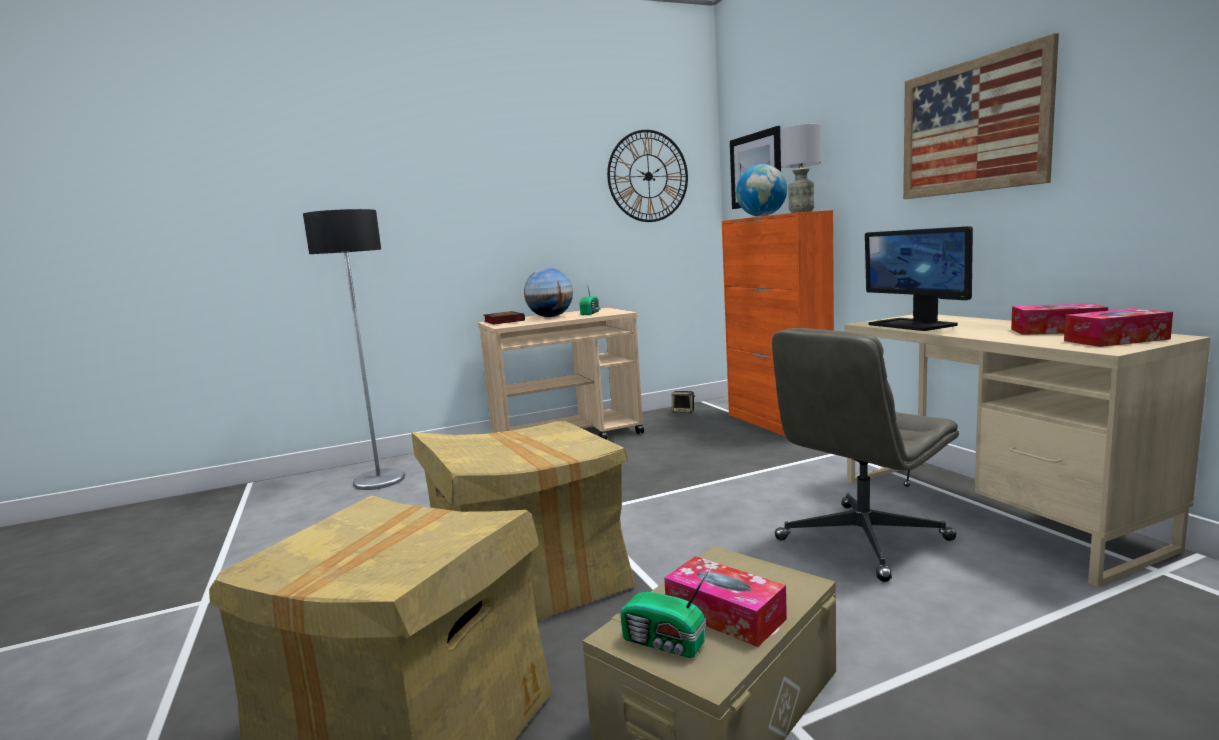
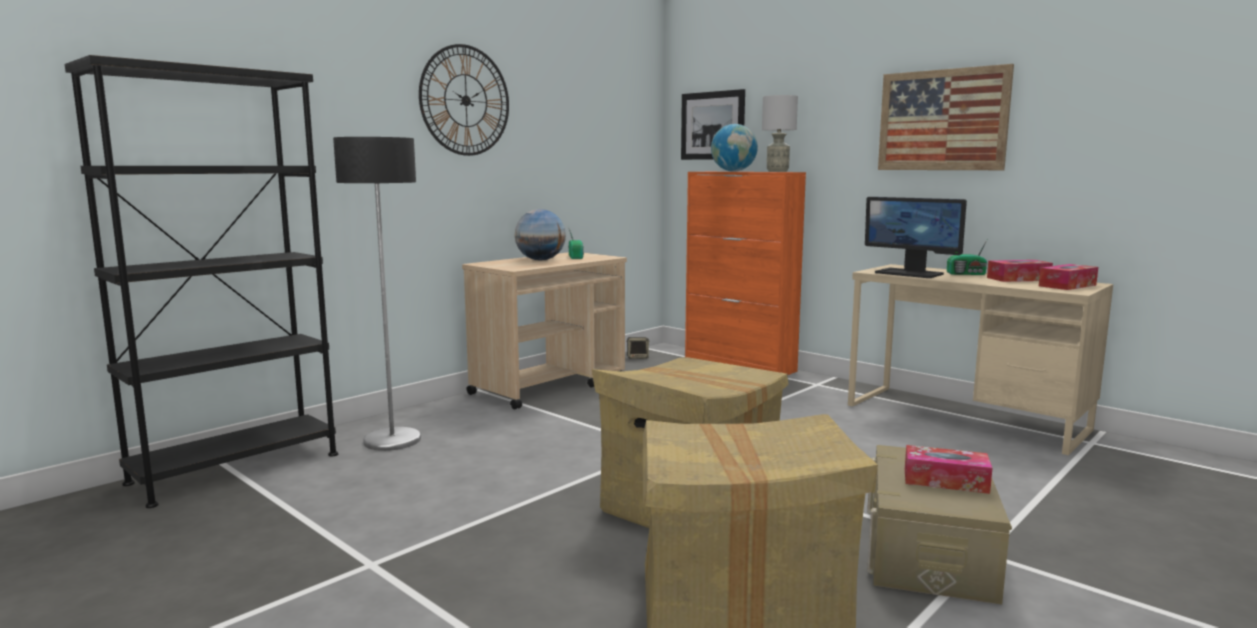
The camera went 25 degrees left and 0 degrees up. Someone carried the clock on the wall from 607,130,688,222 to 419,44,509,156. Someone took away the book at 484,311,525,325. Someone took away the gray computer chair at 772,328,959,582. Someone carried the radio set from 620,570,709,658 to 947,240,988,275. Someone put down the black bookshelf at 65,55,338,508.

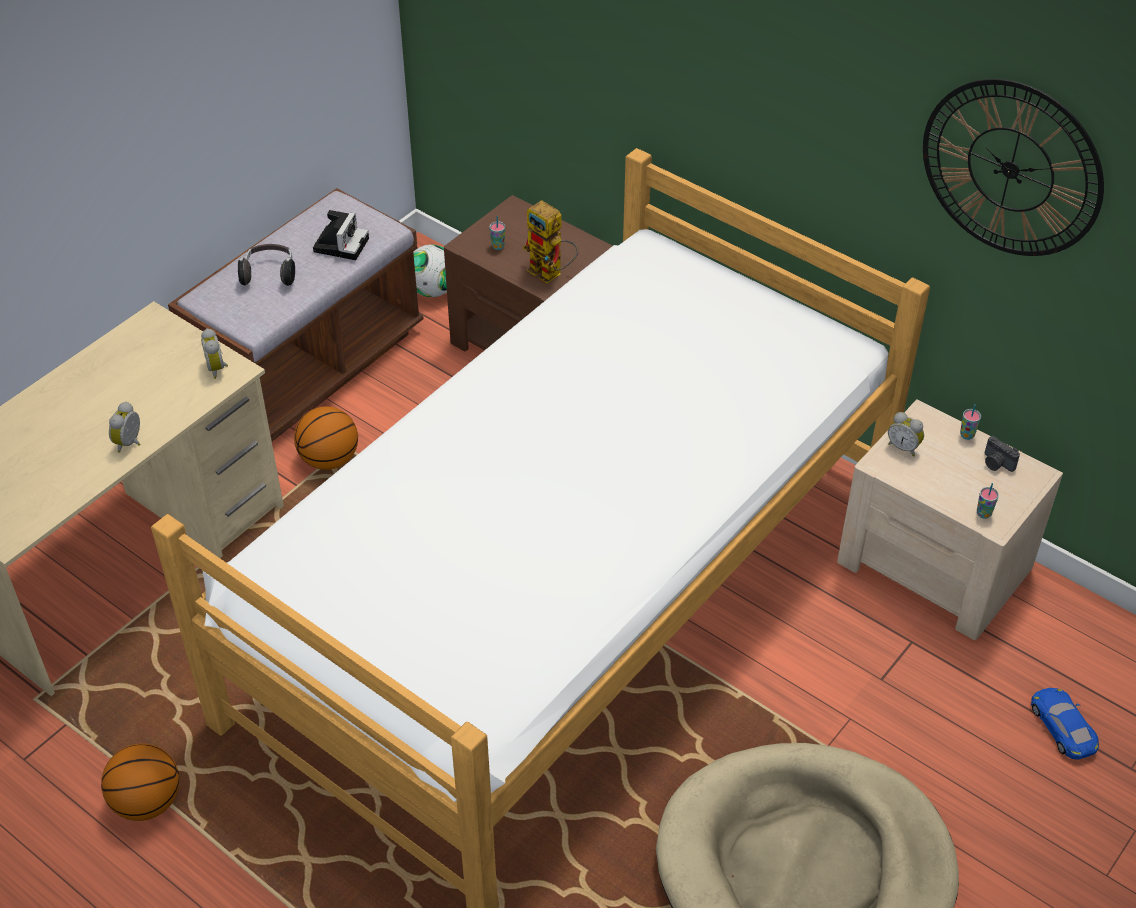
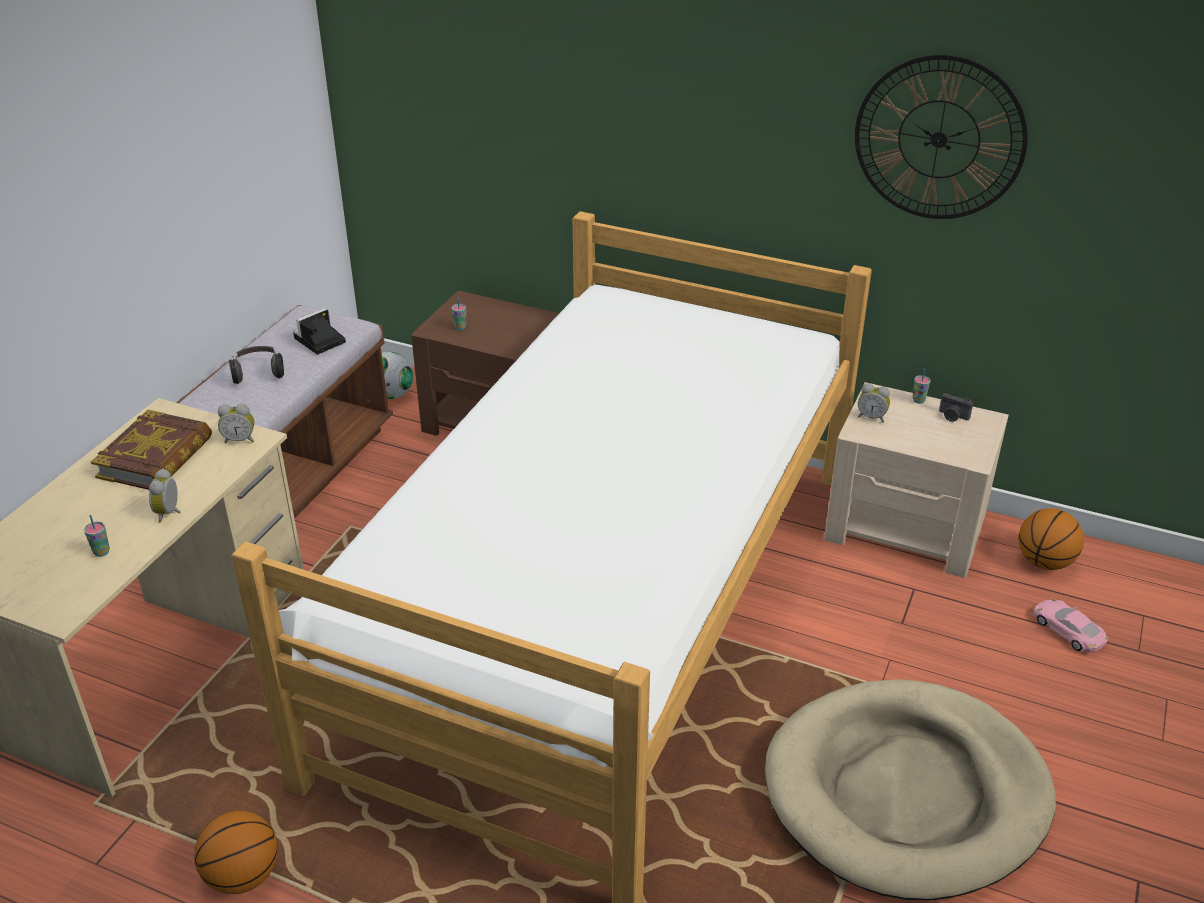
The camera went 15 degrees left and 10 degrees down. Someone took away the model robot at 523,200,579,283. Someone rotated the still camera at 313,210,369,260 by 135 degrees counterclockwise. Someone rotated the table clock at 201,328,228,379 by 60 degrees counterclockwise. Someone carried the basketball from 294,406,358,470 to 1019,508,1084,570. Someone carried the drinking cup from 977,483,999,519 to 84,515,110,557. Someone repainted the bluish miniature car at 1031,688,1099,760, which became the pink-coloured miniature car at 1034,599,1108,653. Someone put down the book at 91,409,212,490.

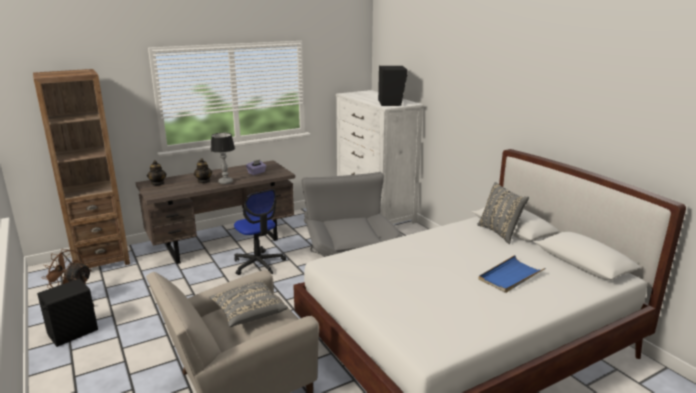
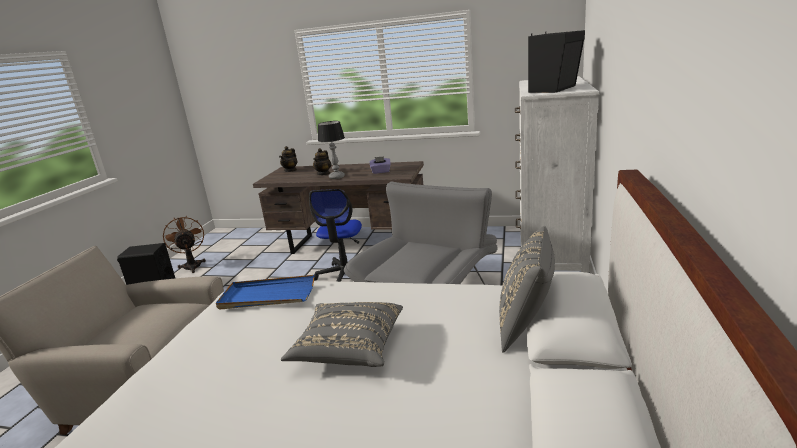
The camera went 45 degrees right and 0 degrees up. Someone took away the brownish bookshelf at 33,69,130,268. Someone carried the bluish serving tray from 479,255,545,293 to 216,275,314,310. Someone carried the gray pillow from 209,281,288,327 to 281,302,403,367.

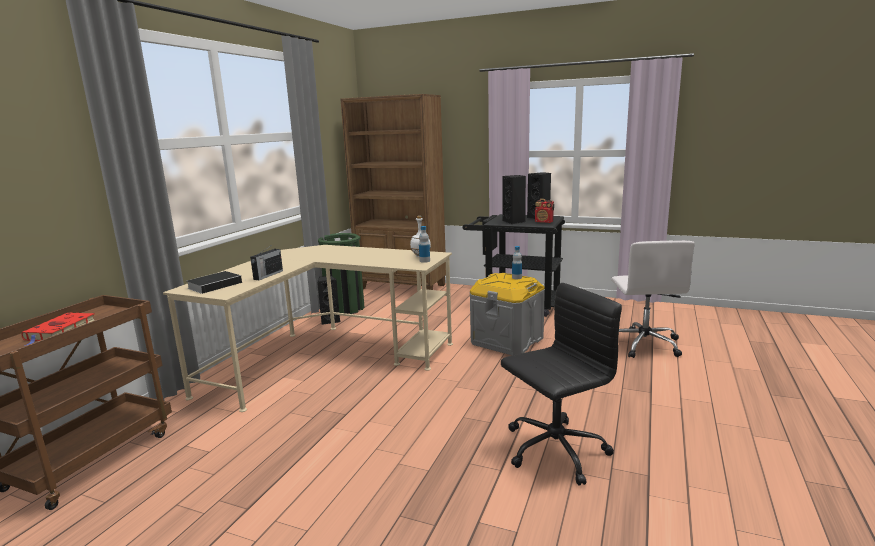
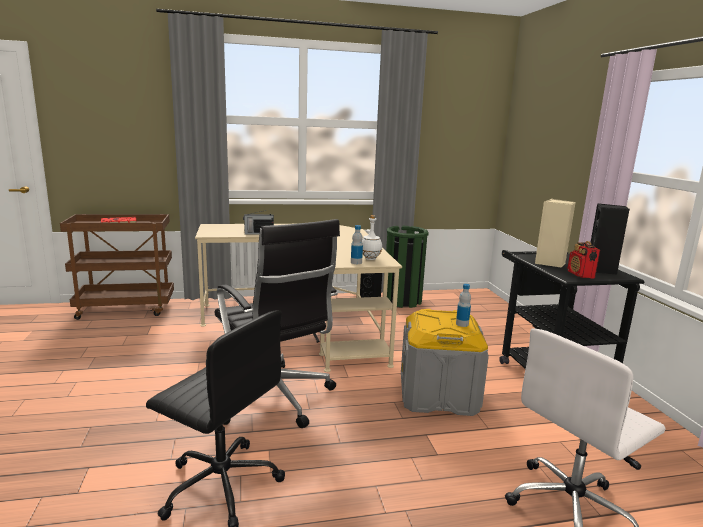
The camera went 55 degrees right and 0 degrees up. Someone took away the brownish bookshelf at 341,94,446,290. Someone repainted the black audio speaker at 502,175,526,224, which became the sand-coloured audio speaker at 535,199,576,267. Someone took away the book at 187,271,242,294. Someone put down the black computer chair at 215,219,340,428.

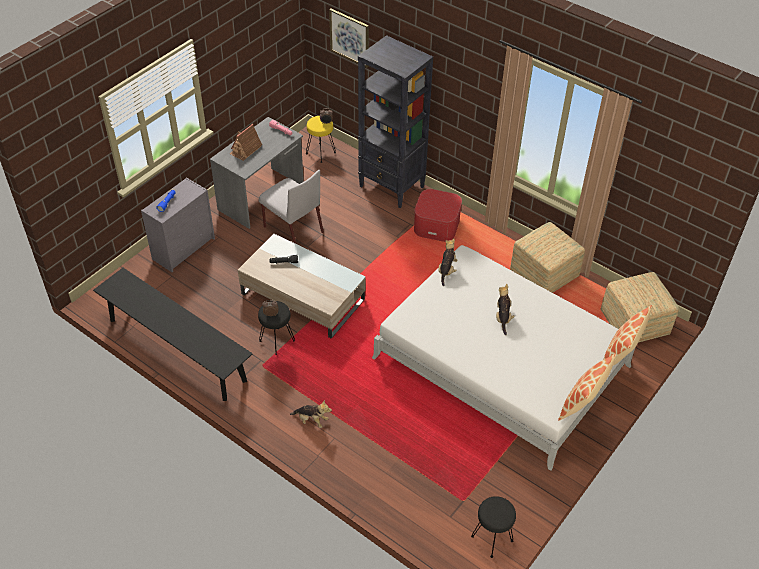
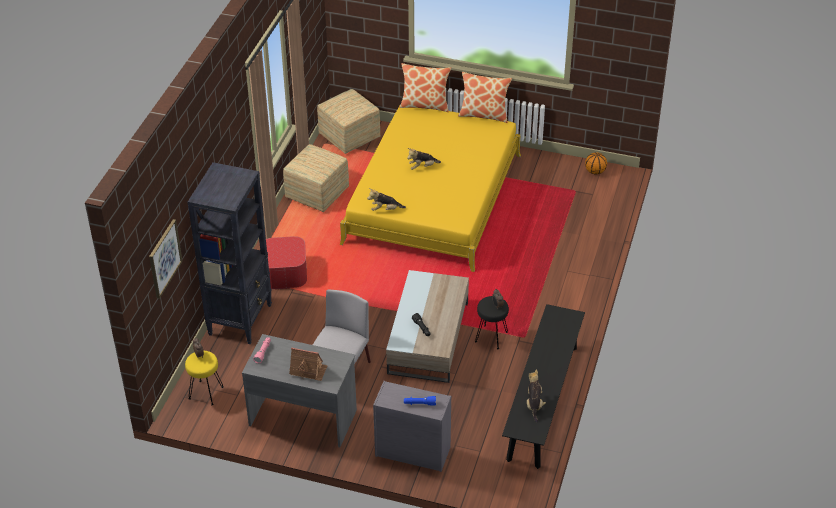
The camera went 110 degrees left and 5 degrees down. Someone repainted the whitish sleeping bed at 372,245,635,471, which became the yellow-coloured sleeping bed at 340,108,521,272. Someone carried the cuddly toy from 290,400,332,428 to 527,369,546,423. Someone swapped the black sitting stool at 471,496,516,558 for the basketball at 585,152,607,174.

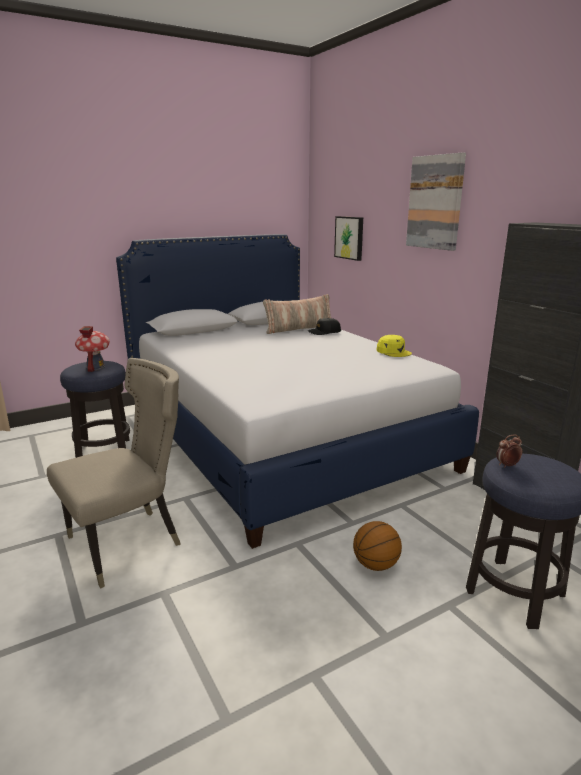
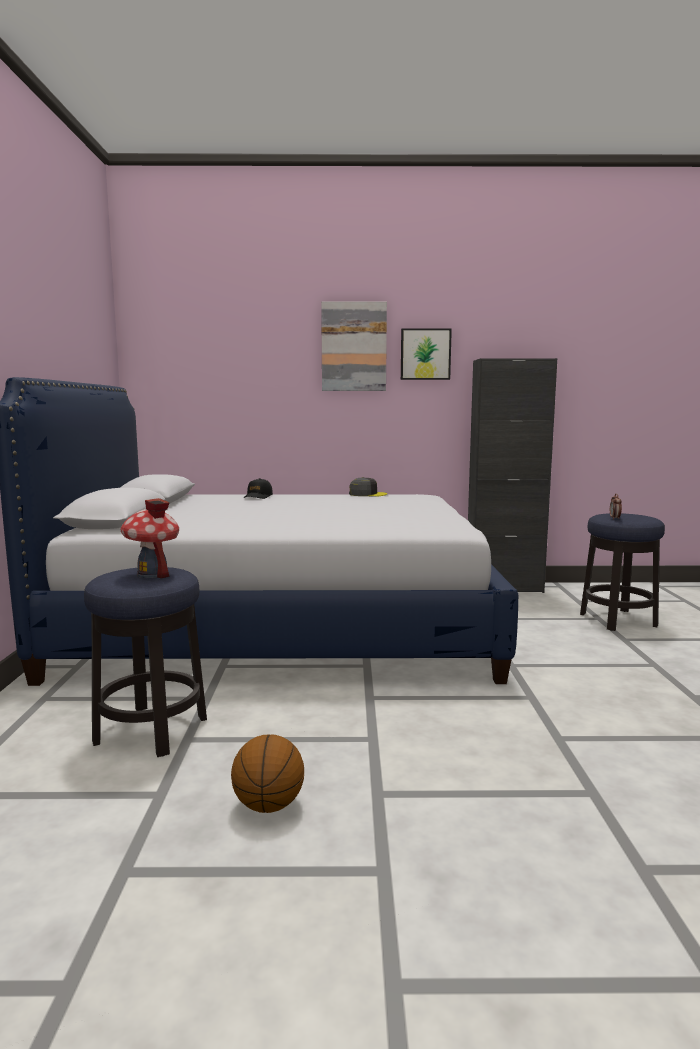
The camera went 60 degrees left and 10 degrees down. Someone carried the wall art from 334,216,363,261 to 401,328,452,380. Someone took away the pillow at 263,294,331,334. Someone repainted the yellow-coloured peaked cap at 377,335,412,357, which became the gray peaked cap at 349,477,388,496. Someone took away the sand-coloured plain chair at 47,358,181,589. Someone carried the basketball from 353,521,402,571 to 231,734,304,813.

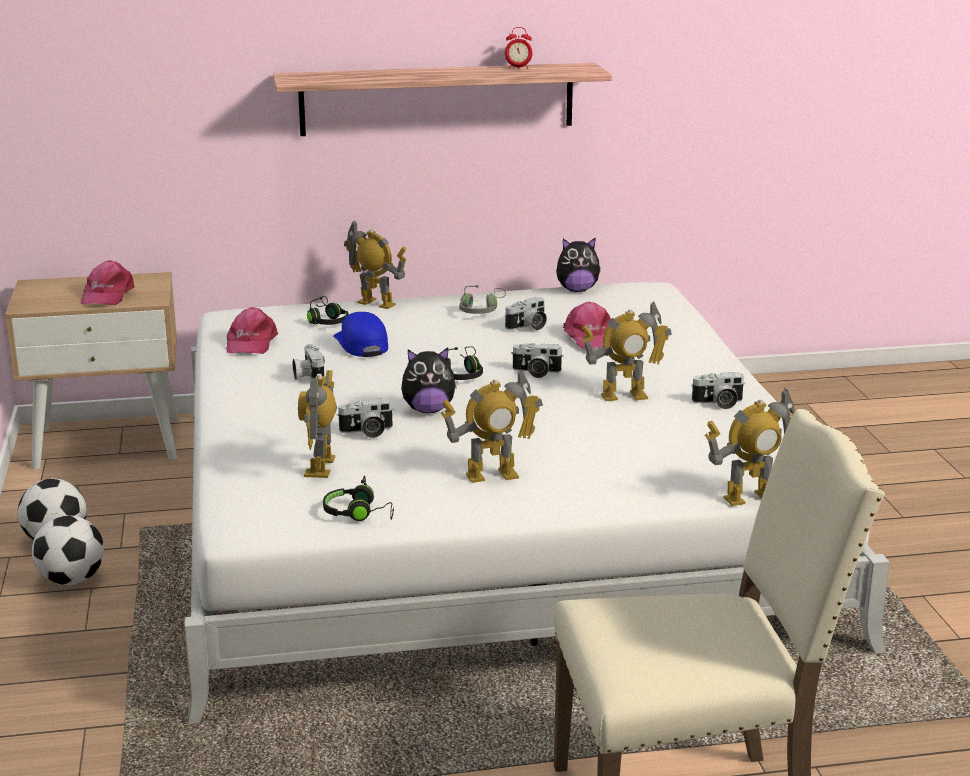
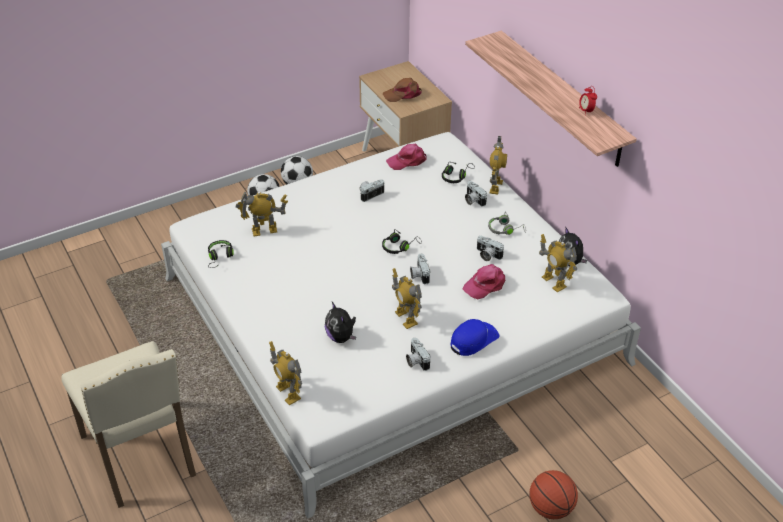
The camera went 70 degrees right and 20 degrees up. Someone repainted the pink-coloured peaked cap at 81,260,135,305, which became the brownish peaked cap at 383,78,421,102. Someone carried the bluish peaked cap from 333,312,388,357 to 451,319,499,356. Someone carried the cuddly toy from 401,348,458,413 to 325,302,356,343. Someone carried the model robot from 441,369,543,483 to 539,234,577,292. Someone carried the still camera from 337,398,394,438 to 465,181,487,207. Someone put down the basketball at 529,470,578,519.

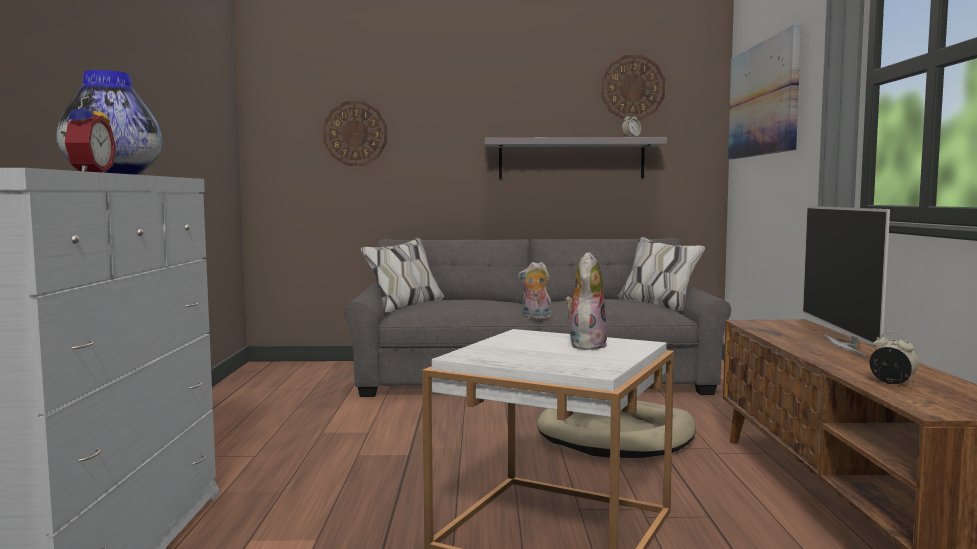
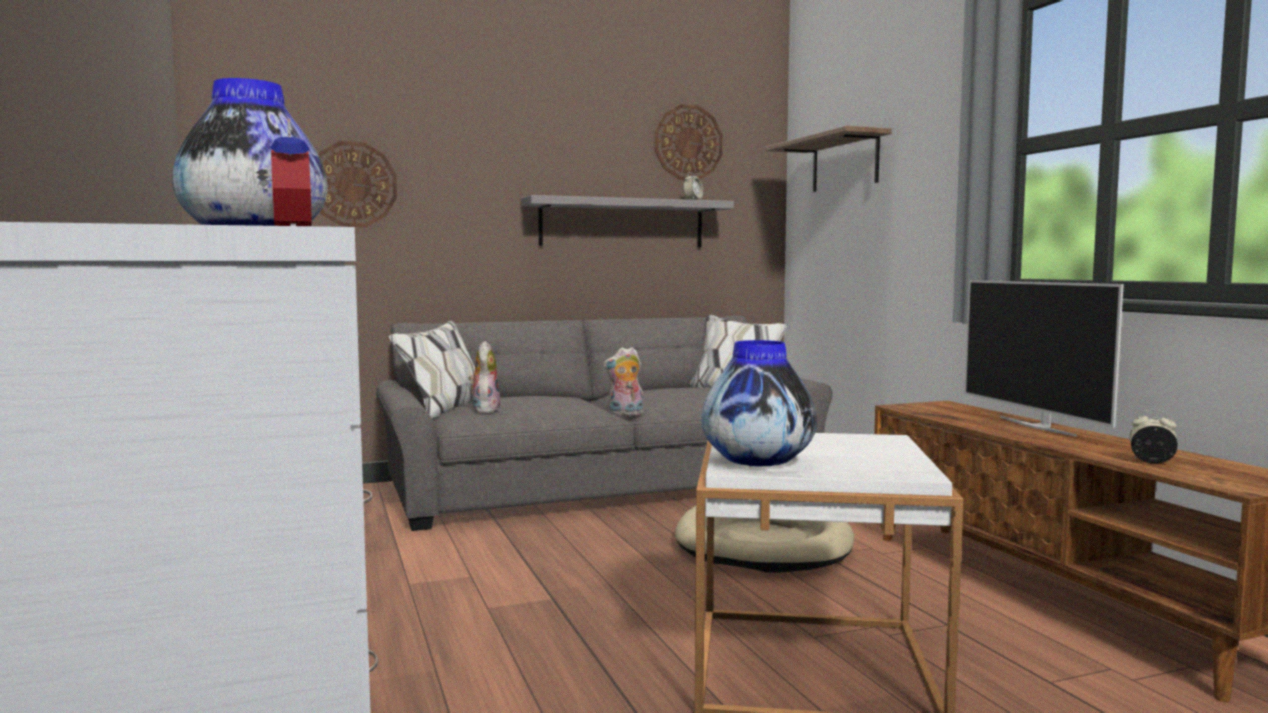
The camera went 20 degrees left and 0 degrees up. Someone swapped the wall art at 728,24,801,159 for the bracket shelf at 766,126,892,192. Someone carried the cuddly toy from 565,252,607,350 to 468,341,500,413. Someone put down the decorative vase at 701,340,817,467.

